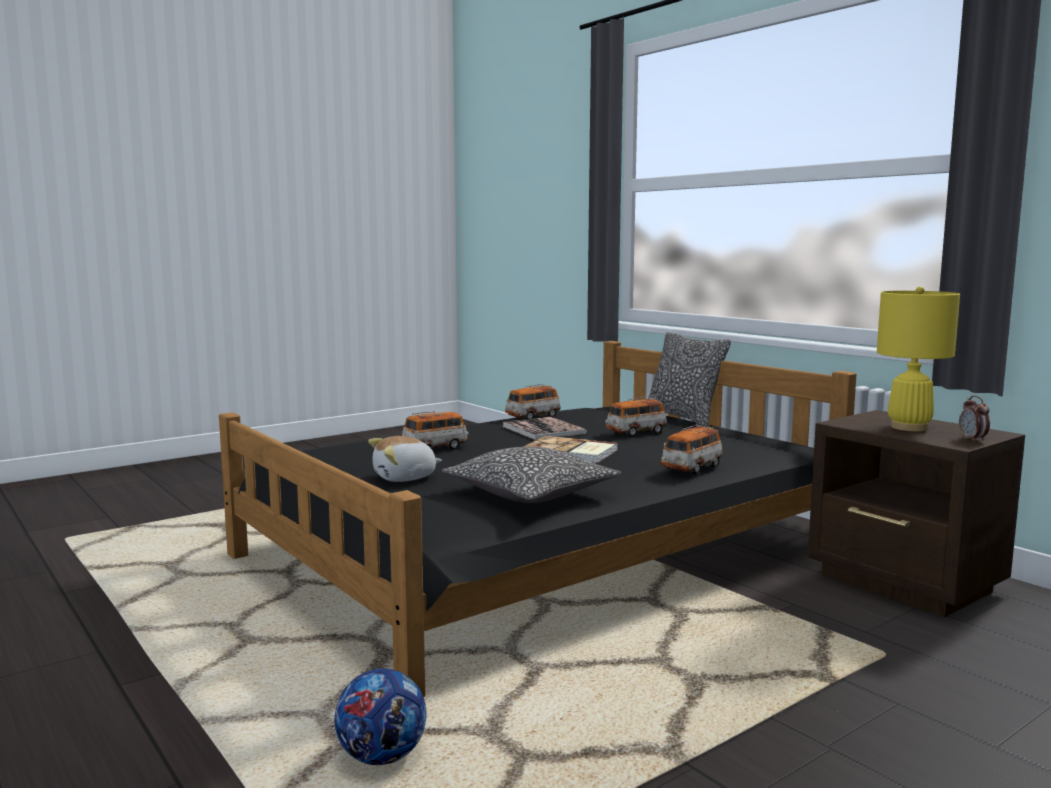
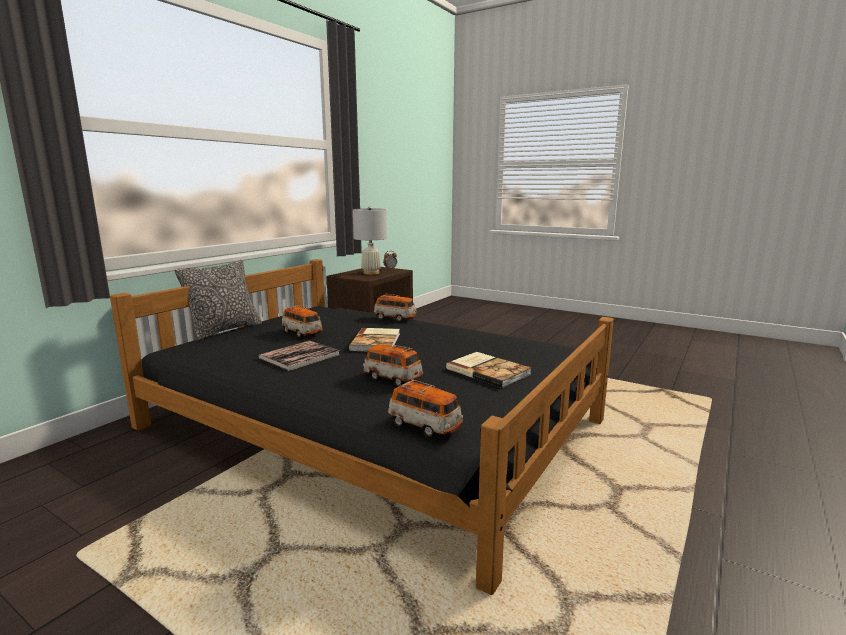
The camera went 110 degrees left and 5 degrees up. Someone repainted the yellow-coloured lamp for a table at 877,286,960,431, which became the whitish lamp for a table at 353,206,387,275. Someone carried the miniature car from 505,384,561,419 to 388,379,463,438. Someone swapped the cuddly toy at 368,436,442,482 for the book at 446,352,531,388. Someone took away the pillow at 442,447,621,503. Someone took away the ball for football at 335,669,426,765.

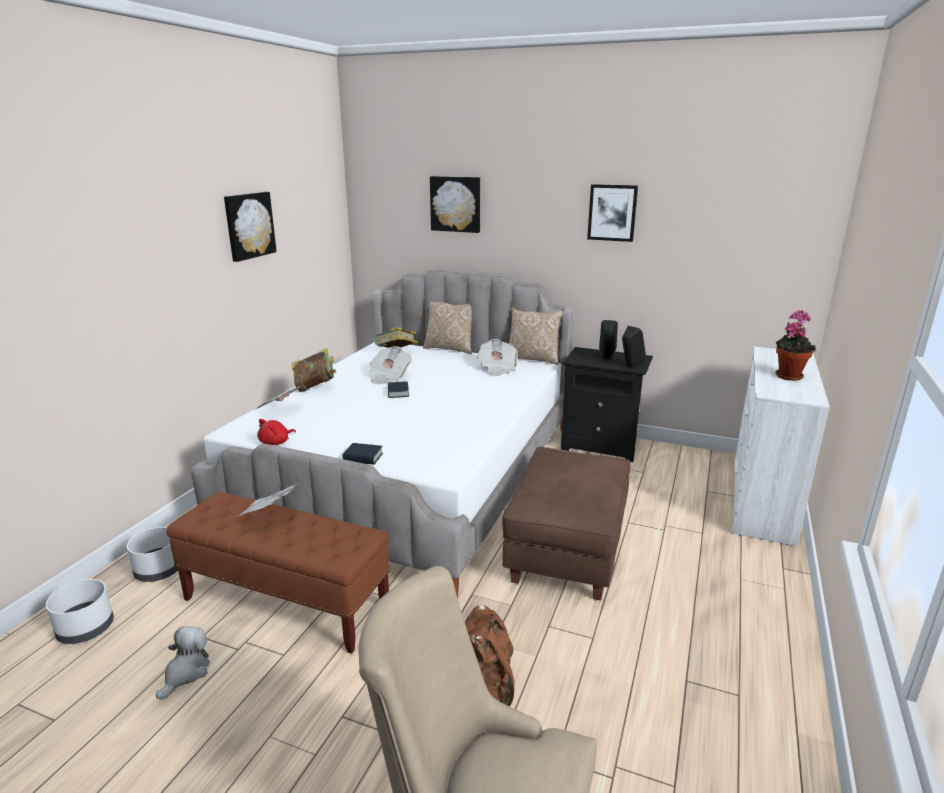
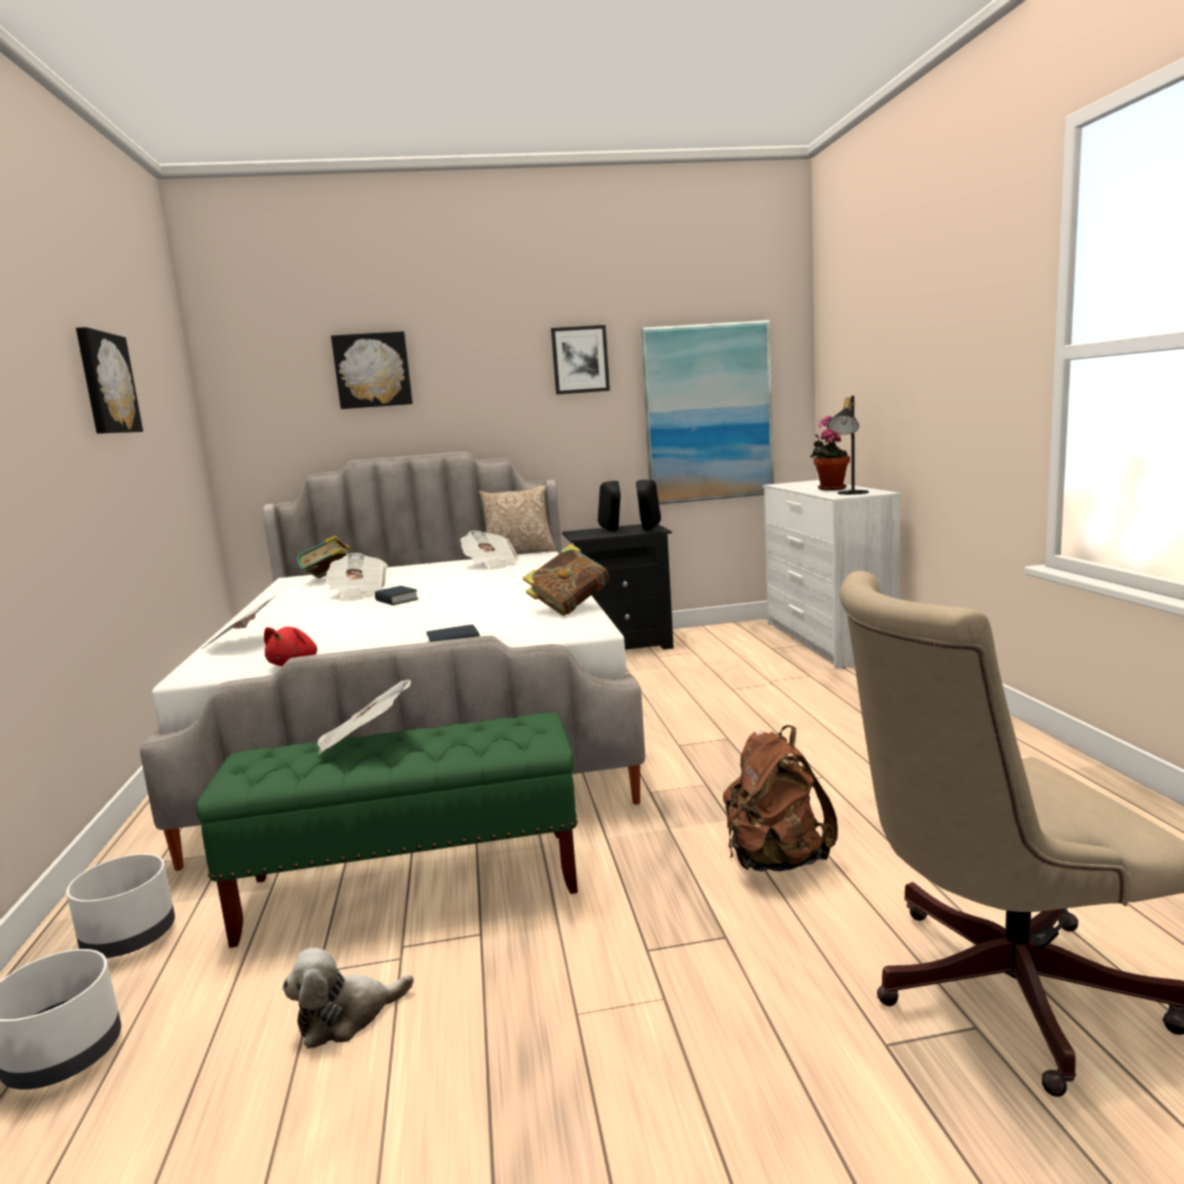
The camera went 30 degrees left and 10 degrees down. Someone took away the pillow at 423,302,472,354. Someone carried the book from 292,348,337,392 to 523,544,609,616. Someone took away the brownish ottoman at 502,447,630,600. Someone repainted the brownish bench at 166,492,390,654, which became the green bench at 196,712,578,948. Someone rotated the cuddly toy at 156,626,210,700 by 105 degrees counterclockwise. Someone put up the wall art at 640,320,774,505. Someone put down the black lamp for a table at 828,396,869,495.

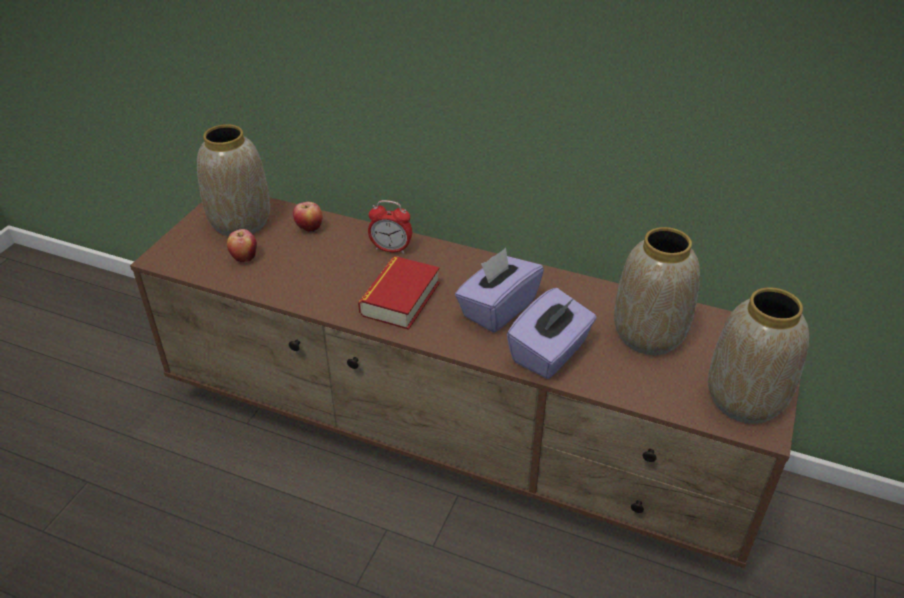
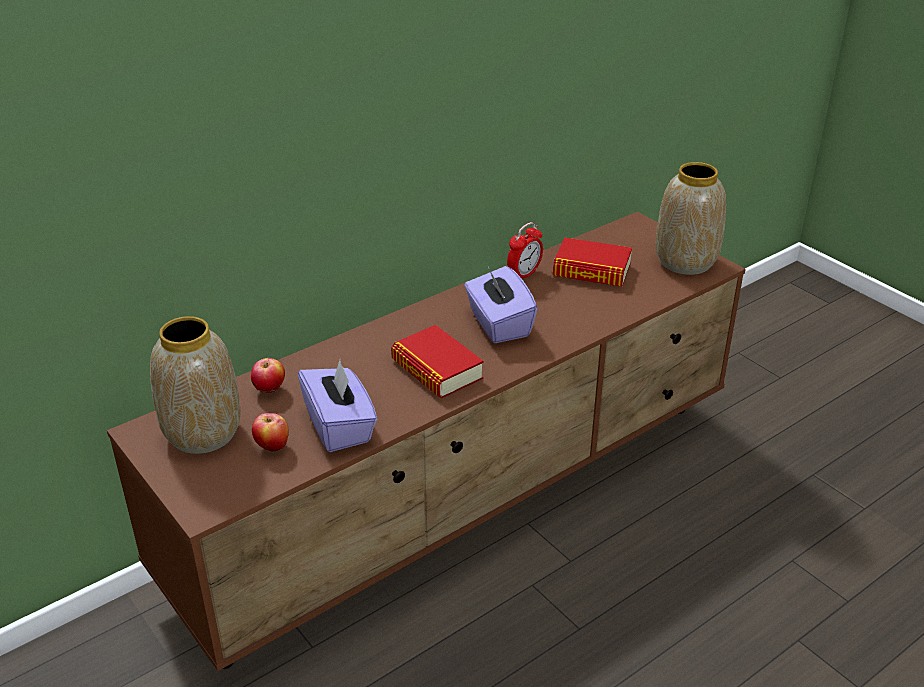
The camera went 60 degrees left and 5 degrees down. Someone carried the table clock from 368,200,412,254 to 507,222,543,278. Someone swapped the decorative vase at 614,227,700,355 for the book at 553,238,632,287. Someone carried the purplish box of tissues from 507,288,597,379 to 298,360,377,452.

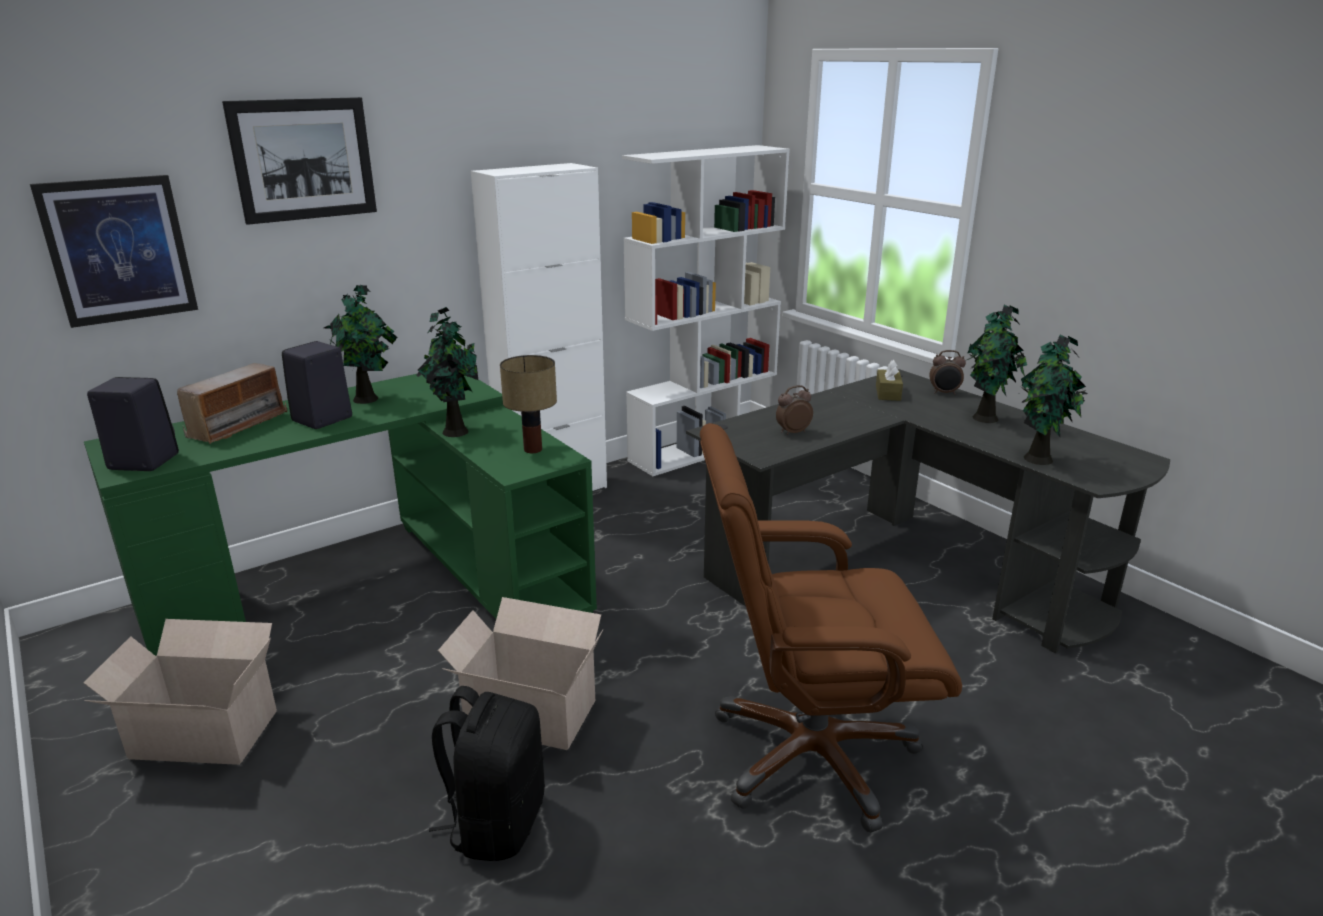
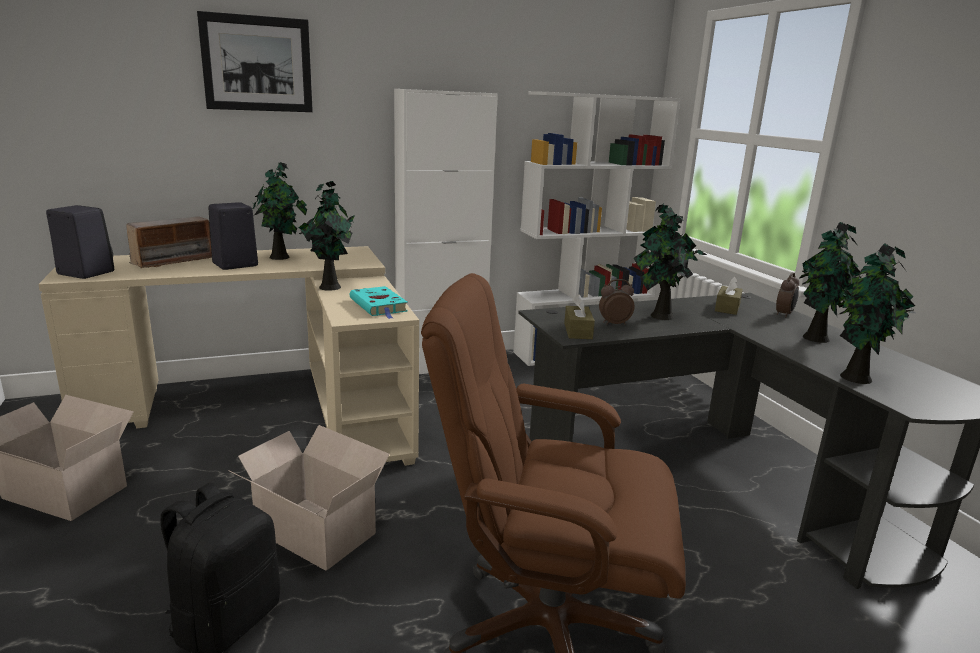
The camera went 15 degrees right and 5 degrees down. Someone took away the wall art at 30,175,198,328. Someone rotated the table clock at 929,350,966,395 by 75 degrees counterclockwise. Someone swapped the lamp for a table at 500,355,557,453 for the blue-green book at 350,286,408,319. Someone repainted the green desk at 84,374,597,656, which became the sand-coloured desk at 38,246,419,466. Someone put down the plant in a pot at 633,204,707,320. Someone put down the brownish box of tissues at 564,294,595,339.

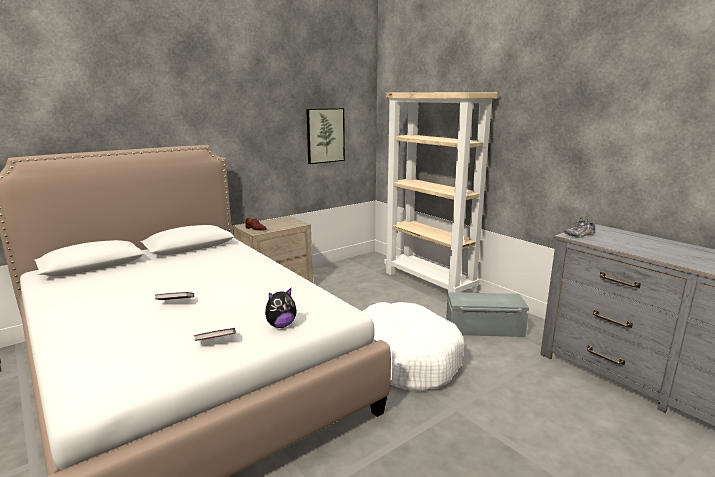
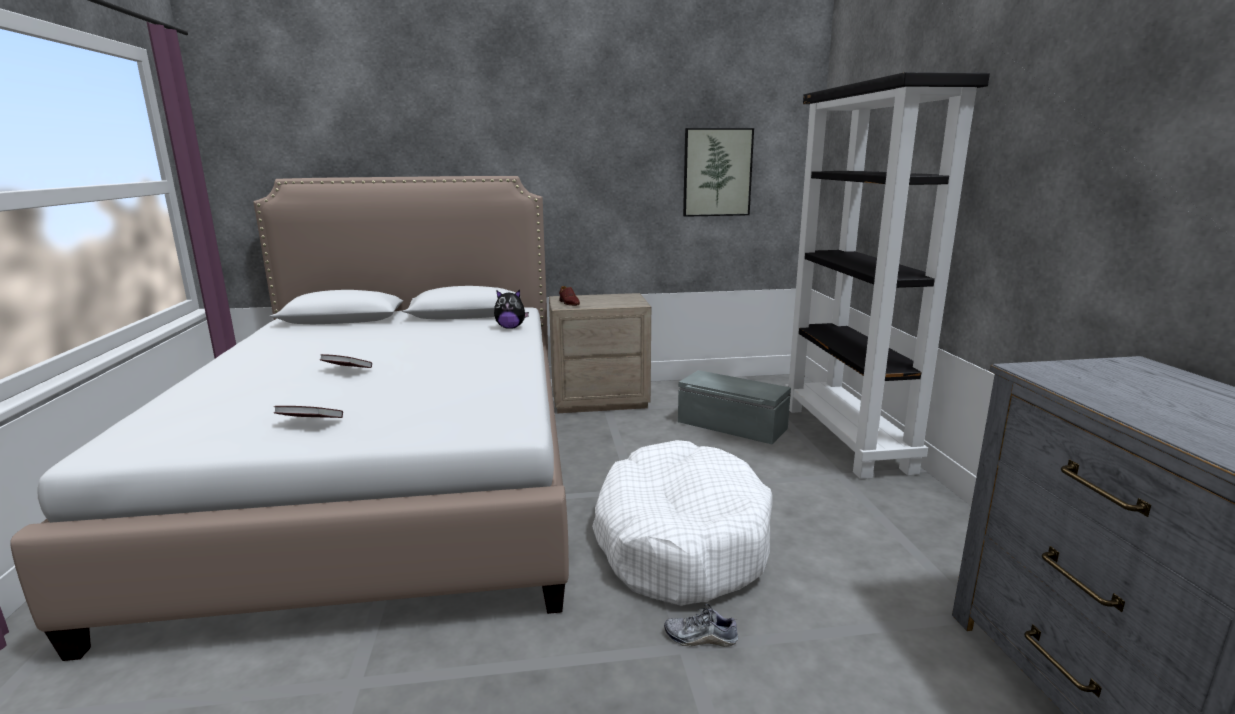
The camera went 30 degrees right and 0 degrees up. Someone repainted the sand-coloured bookshelf at 384,92,498,293, which became the black bookshelf at 785,72,990,479. Someone carried the shoe from 564,217,595,238 to 664,604,738,647. Someone carried the cuddly toy from 265,288,297,328 to 494,290,529,329. Someone carried the gray storage box from 446,292,529,337 to 678,370,791,444.

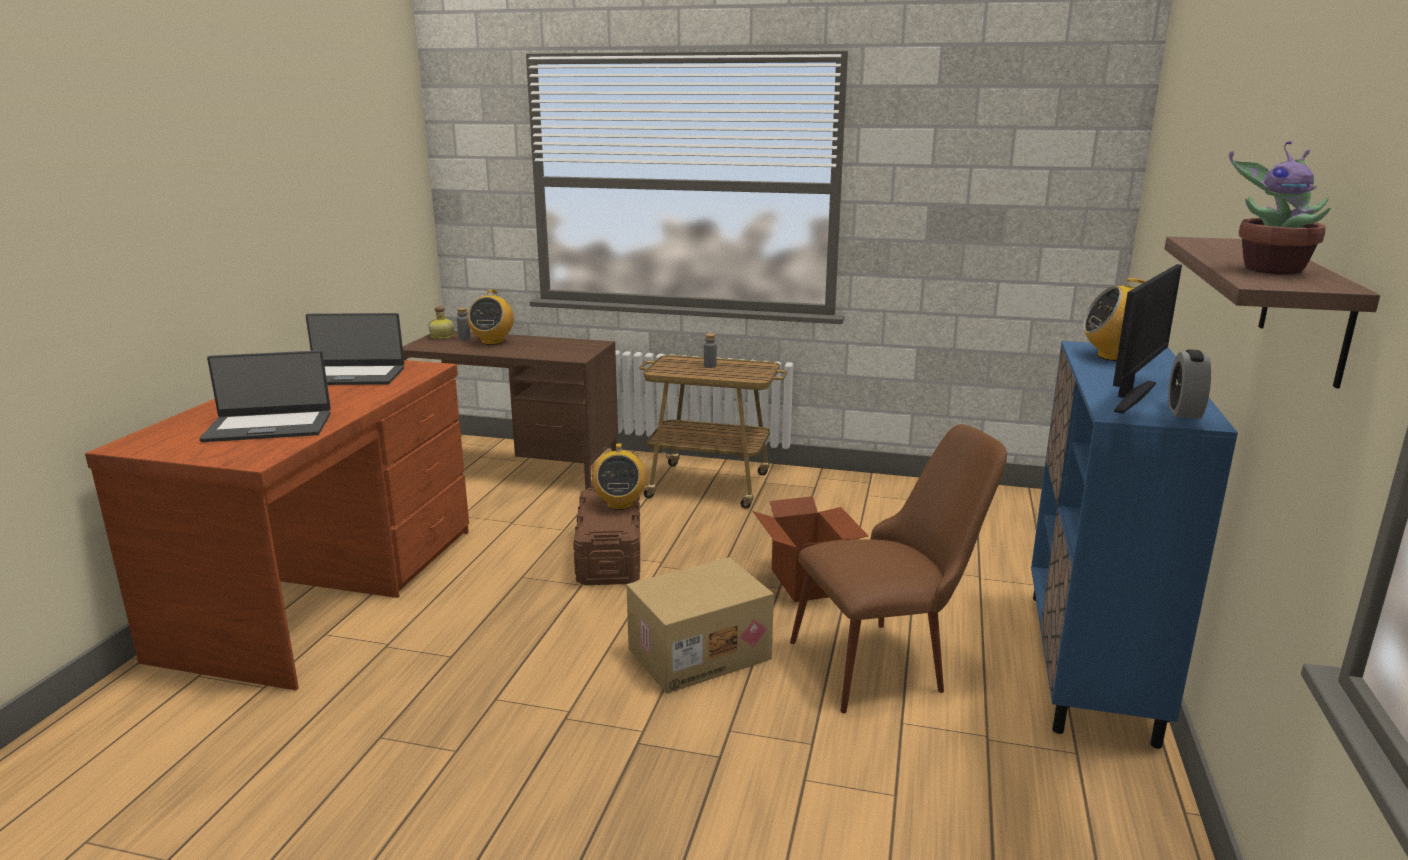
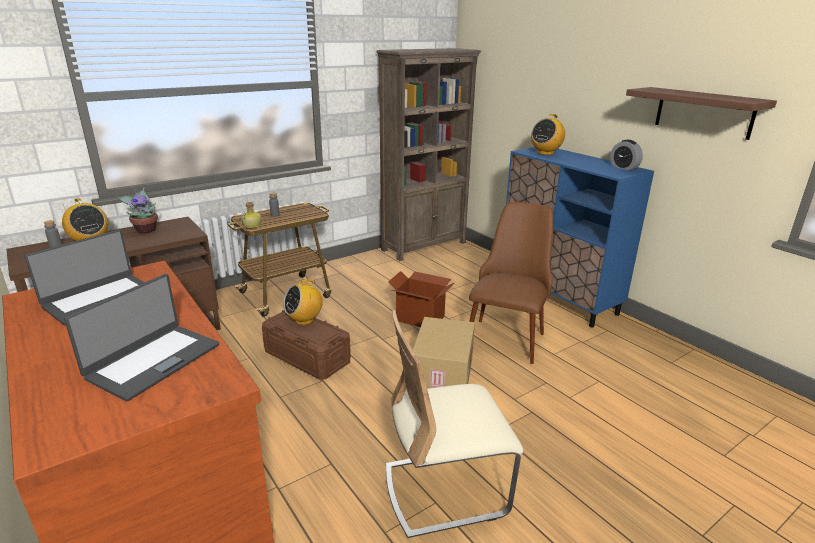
The camera went 50 degrees left and 5 degrees up. Someone carried the plant in a pot from 1229,141,1331,275 to 116,187,158,233. Someone took away the computer display at 1113,264,1182,414. Someone carried the drink bottle from 428,306,454,339 to 241,202,262,228. Someone rotated the radio set at 592,443,647,510 by 105 degrees clockwise. Someone put down the brownish bookshelf at 376,48,481,261. Someone put down the sand-coloured plain chair at 386,310,523,538.

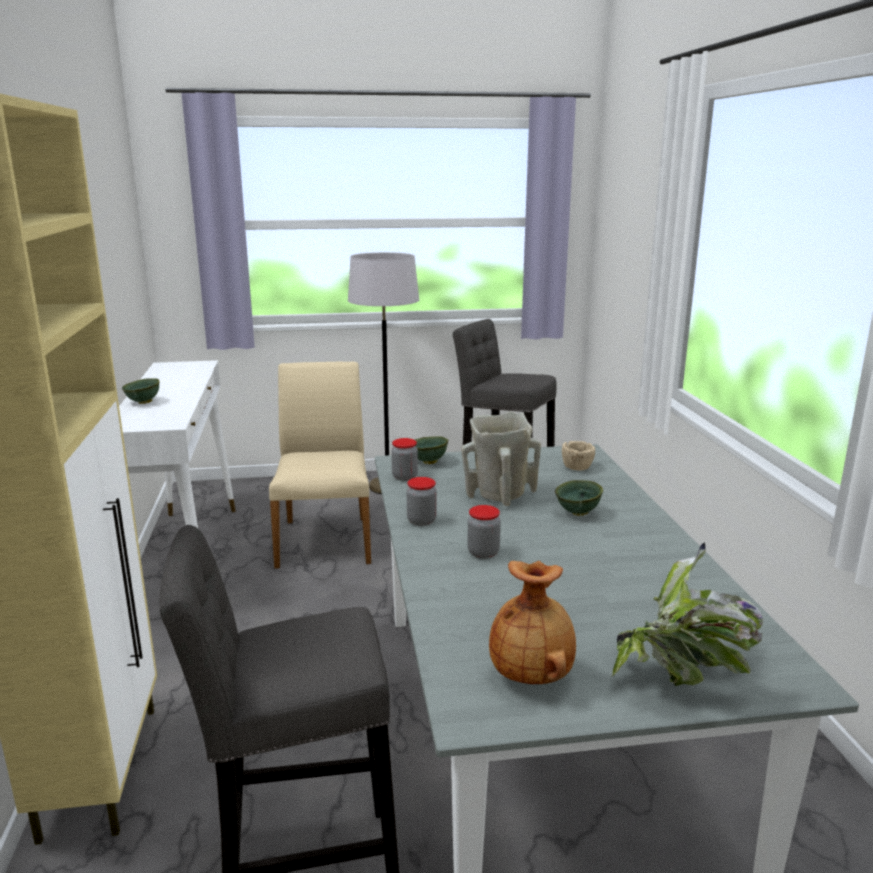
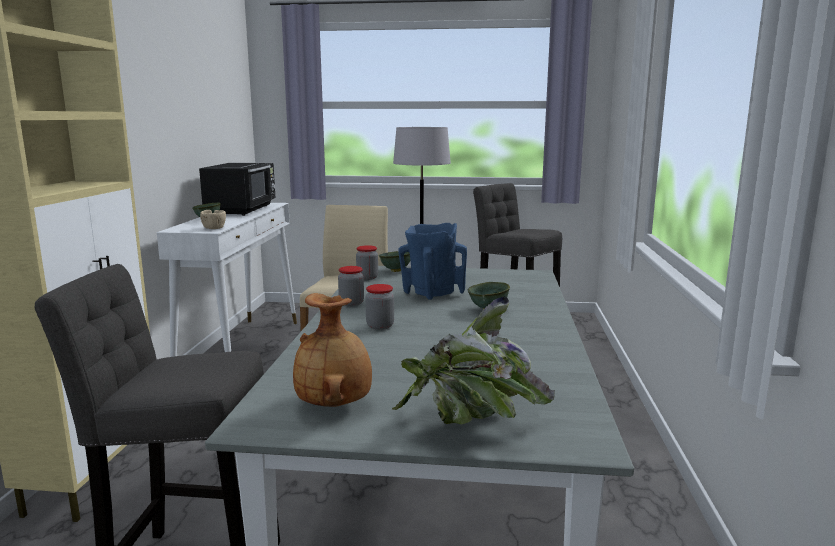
The camera went 15 degrees right and 5 degrees down. Someone repainted the sand-coloured decorative vase at 461,412,541,506, which became the bluish decorative vase at 398,223,467,300. Someone carried the sand-coloured bowl from 562,441,595,471 to 200,210,226,229. Someone put down the black microwave at 199,163,275,216.

